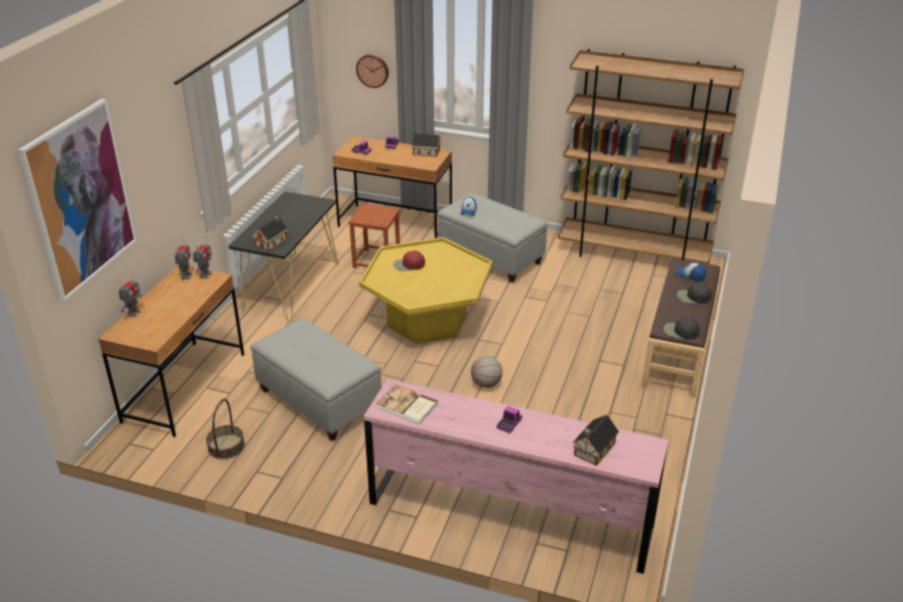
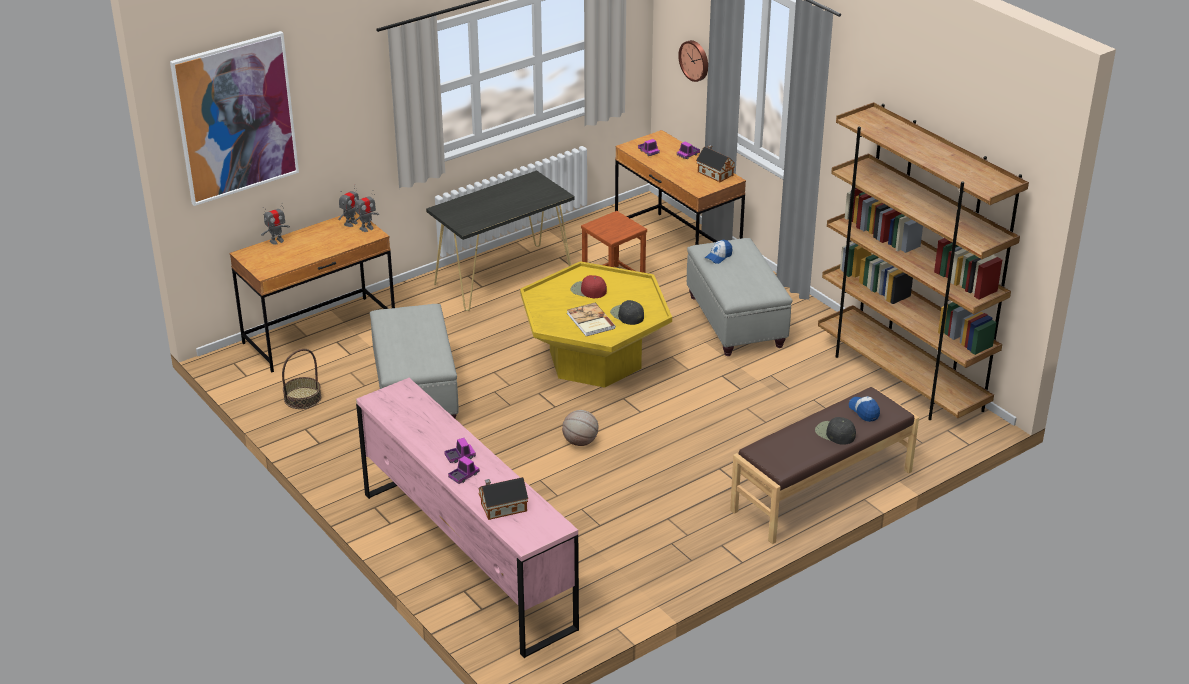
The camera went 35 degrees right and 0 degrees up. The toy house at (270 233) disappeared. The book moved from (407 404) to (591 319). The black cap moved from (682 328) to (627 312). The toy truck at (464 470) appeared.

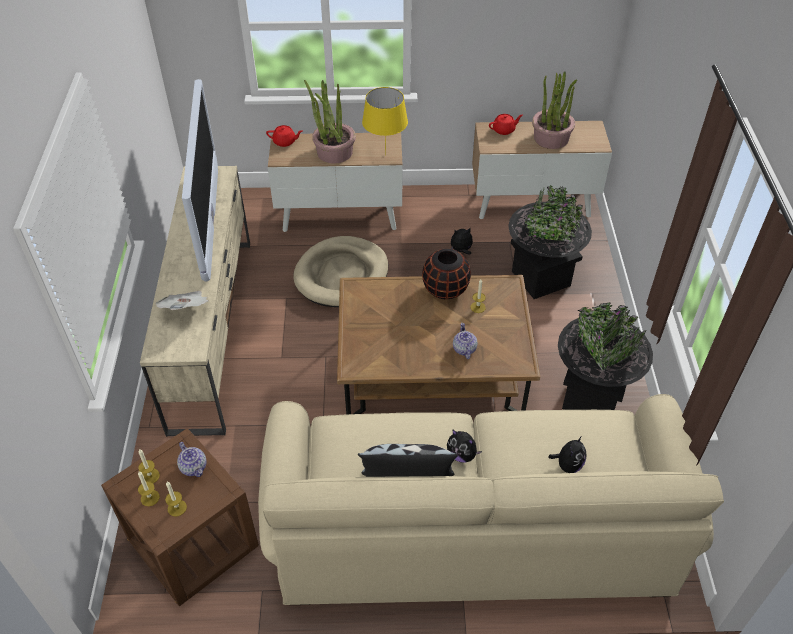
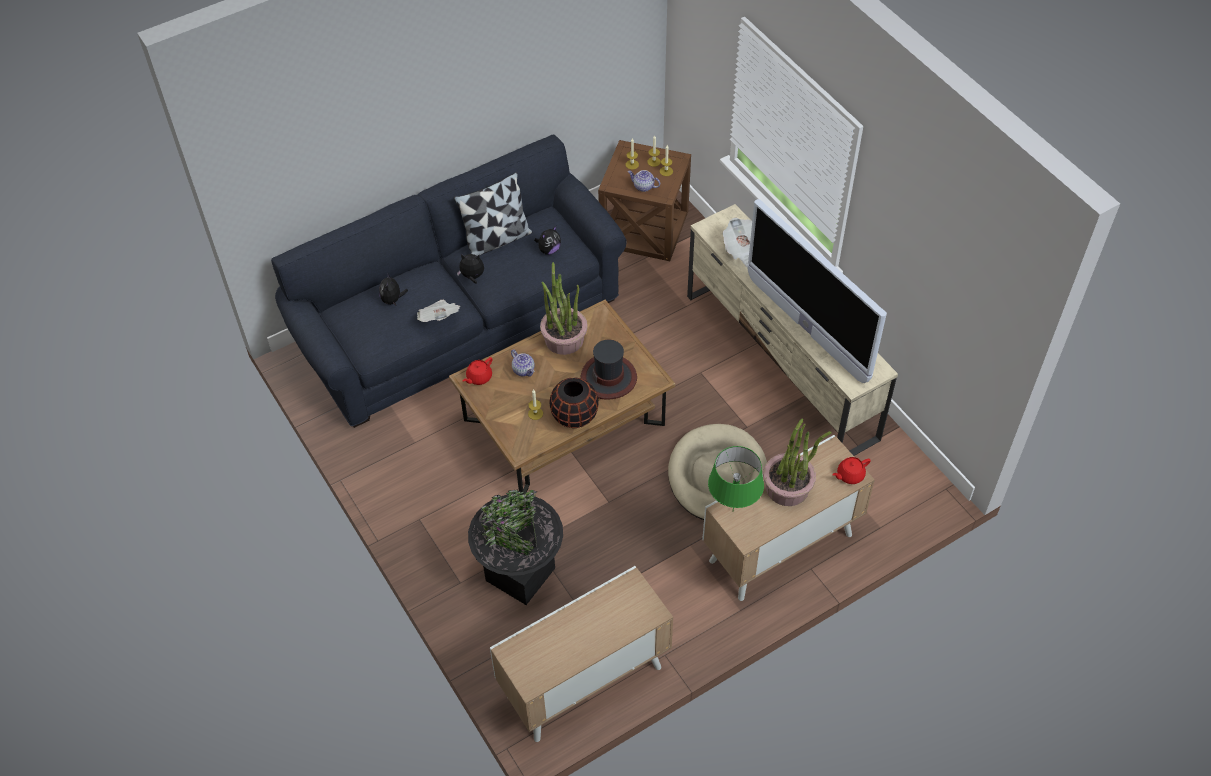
The camera went 150 degrees right and 5 degrees up. The beige sofa at (491 499) became the blue sofa at (449 281). The yellow table lamp at (385 121) became the green table lamp at (736 478). The plush toy moved from (462 241) to (547 240). The red teapot moved from (506 124) to (478 371). The potted plant moved from (554 110) to (564 308). The black planter at (605 356) disappeared. The newspaper at (438 311) appeared. The hat at (609 369) appeared.

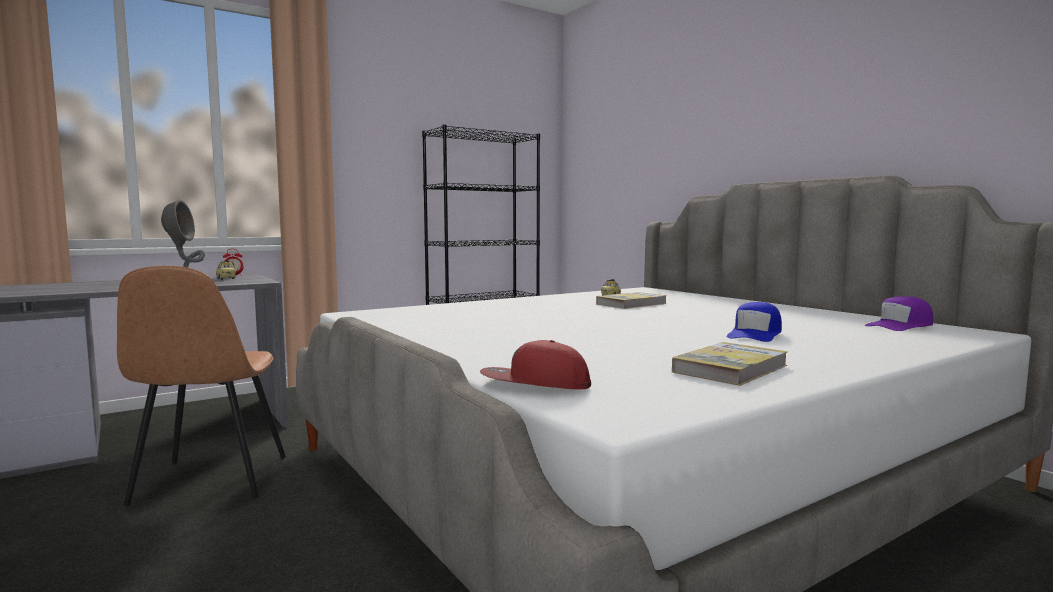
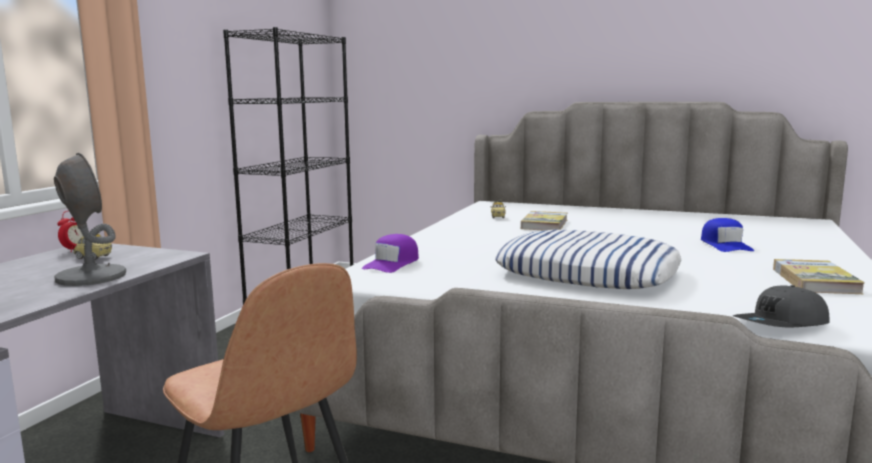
The camera went 35 degrees left and 5 degrees up. The red cap at (535 365) became the grey cap at (781 306). The purple cap moved from (898 313) to (390 253). The pillow at (588 259) appeared.

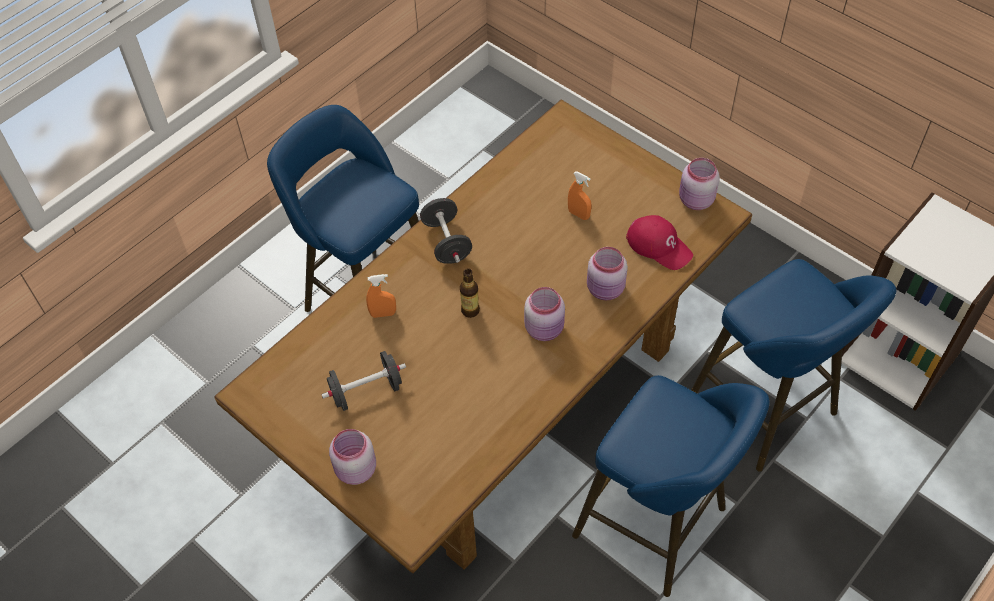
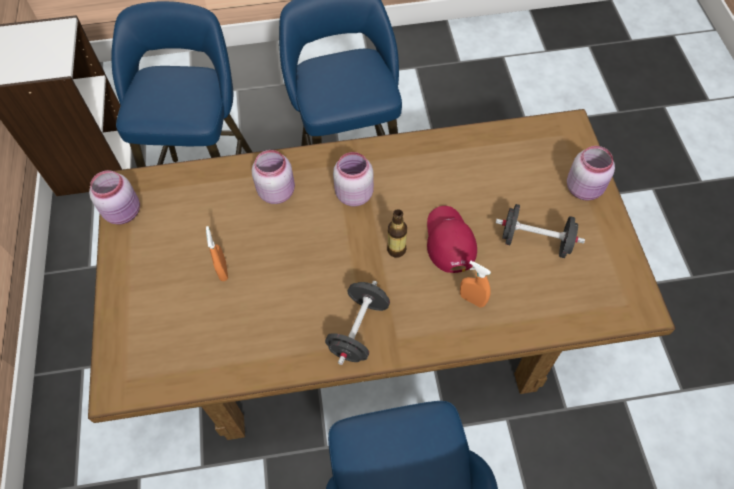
The camera went 140 degrees left and 5 degrees up. The red cap moved from (659 242) to (452 239).

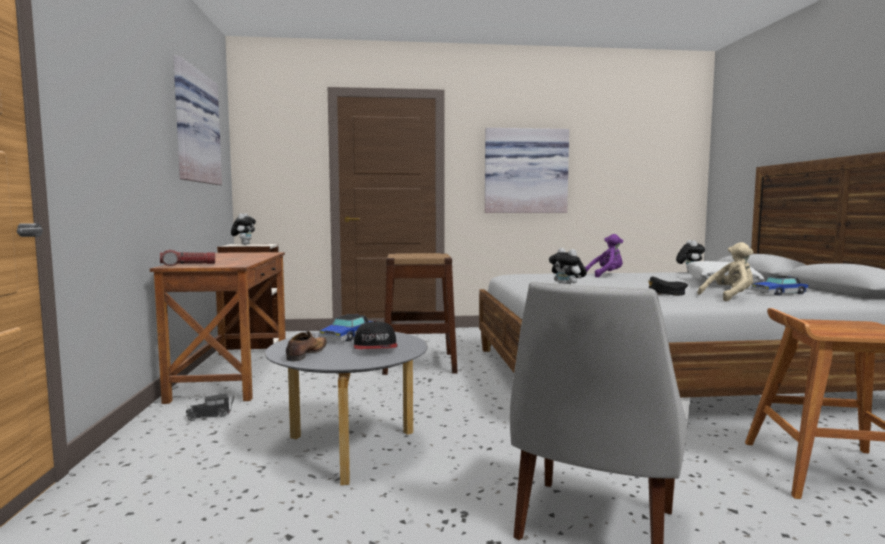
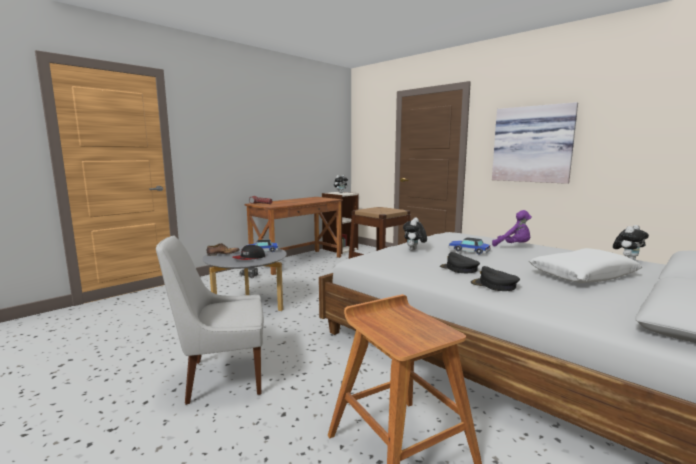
The camera went 50 degrees right and 5 degrees up. The picture at (197 120) disappeared. The beige plush toy at (725 272) was replaced by the black cap at (495 278). The toy car moved from (780 286) to (469 245).

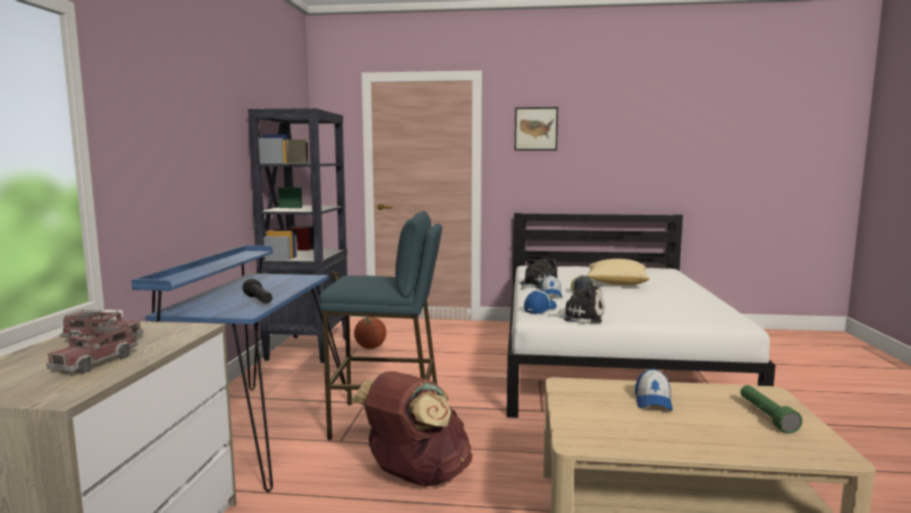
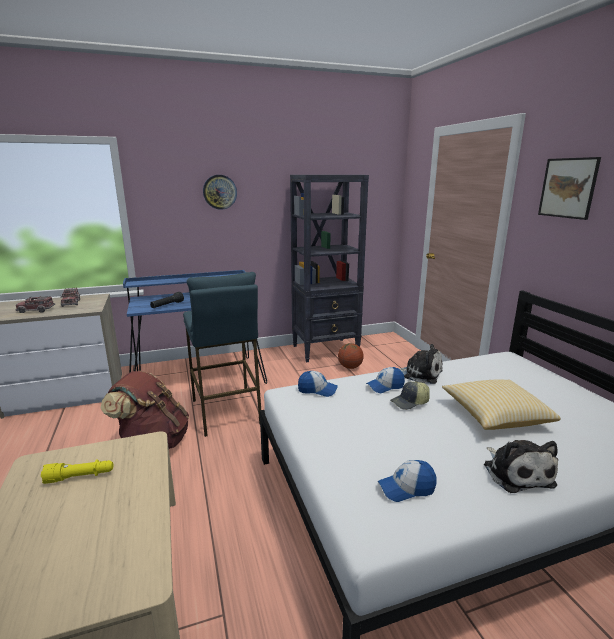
The camera went 65 degrees right and 10 degrees up. The plush toy moved from (576 304) to (521 466). The cap moved from (654 389) to (407 481). The green flashlight at (771 409) disappeared. The yellow flashlight at (77 471) appeared. The wall clock at (220 192) appeared.

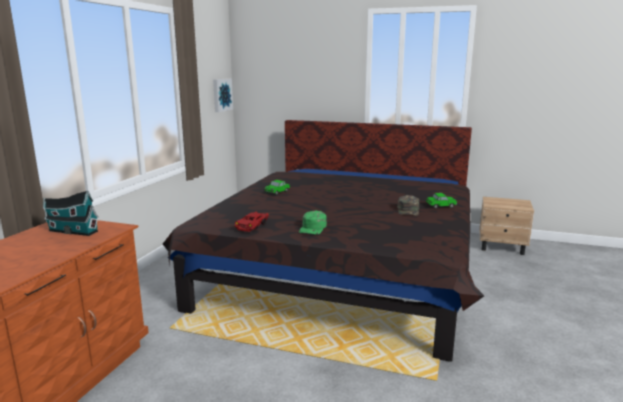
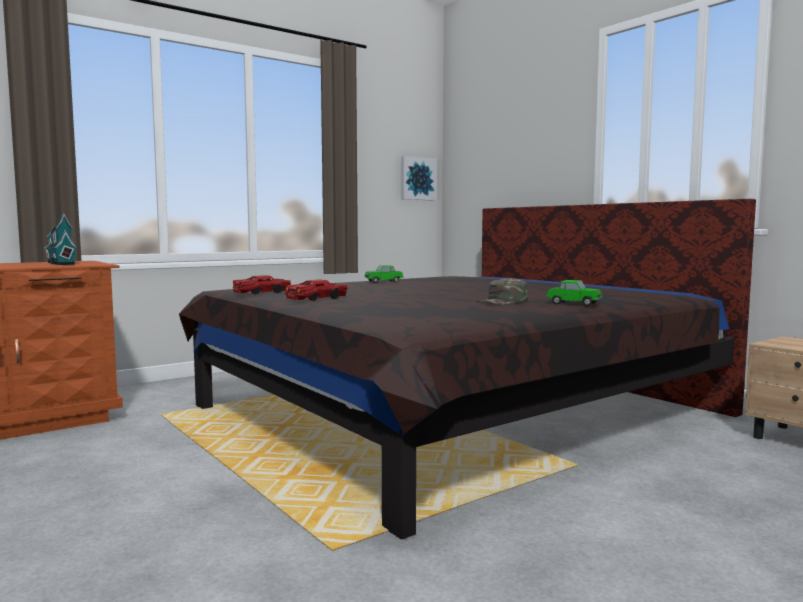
The camera went 35 degrees right and 10 degrees down. The green cap at (313 222) was replaced by the red toy car at (316 290).

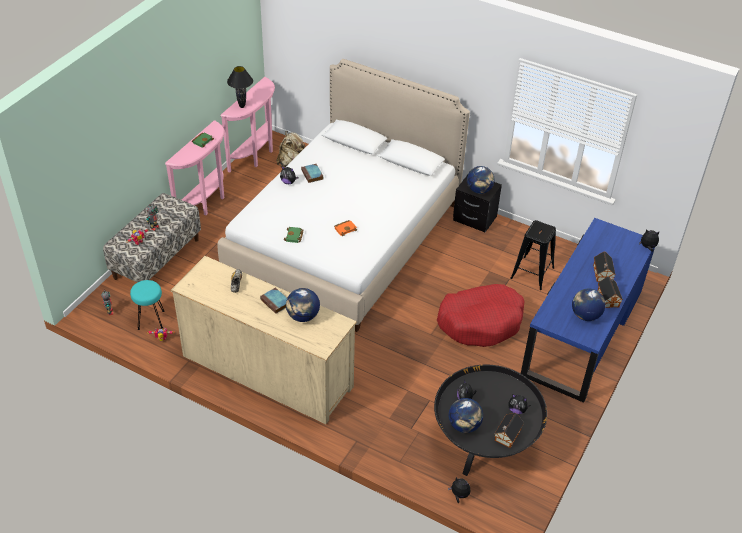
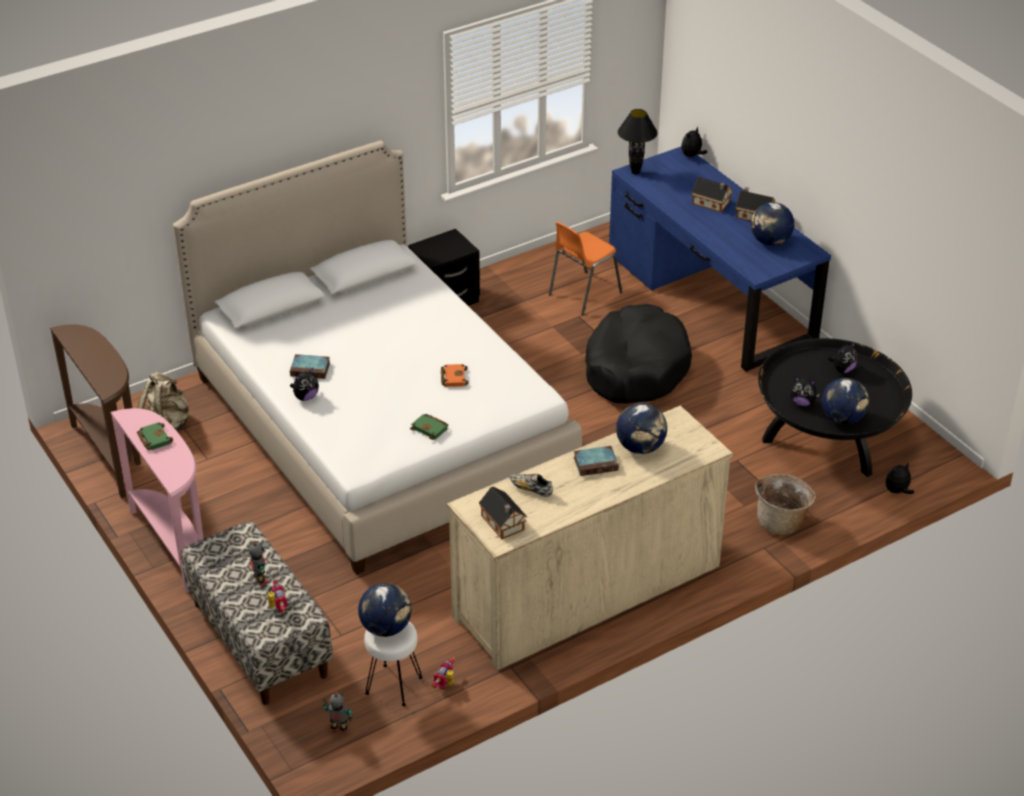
The camera went 60 degrees left and 5 degrees down. The turquoise stool at (147 305) became the white stool at (393 663). The pink console table at (248 125) became the brown console table at (95 412). The black table lamp moved from (240 87) to (638 141). The red dog bed at (480 315) became the black dog bed at (638 354). The globe moved from (481 180) to (385 610). The toy house moved from (509 430) to (503 513). The black stool at (533 255) was replaced by the orange chair at (585 268). The basket at (785 504) appeared.

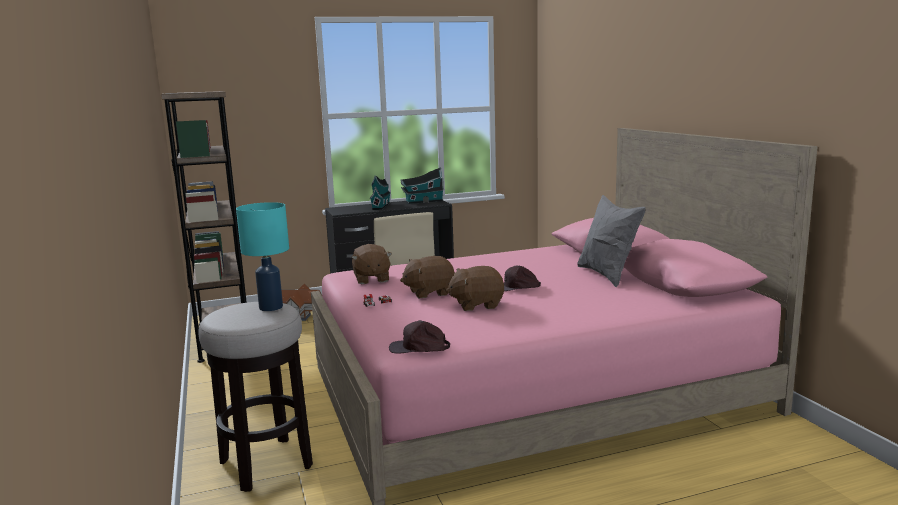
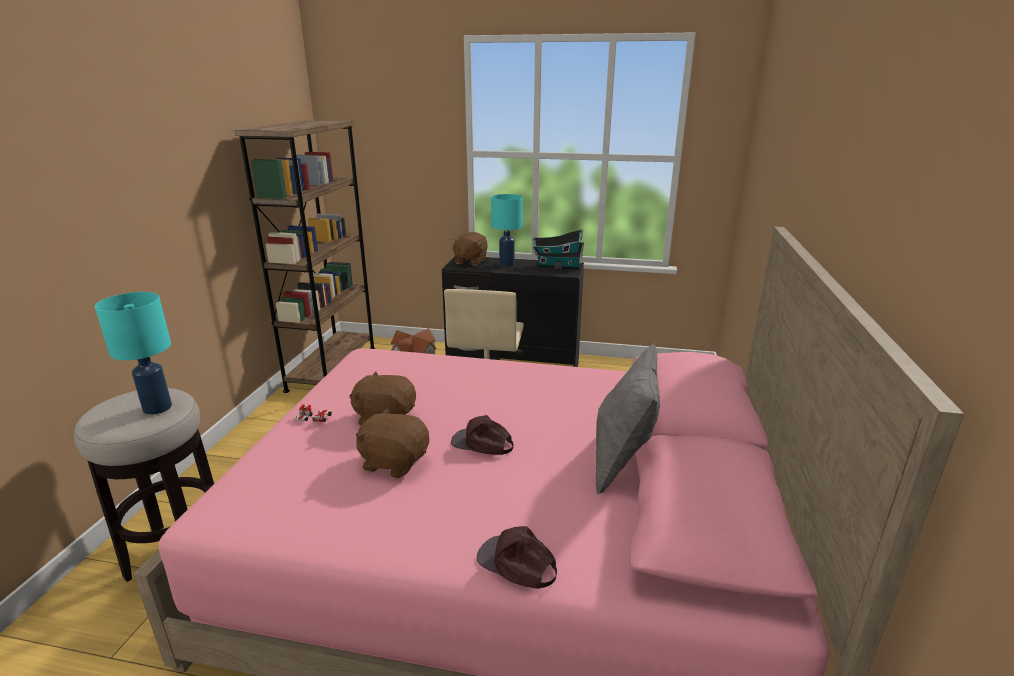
The camera went 30 degrees right and 10 degrees up. The brown plush toy moved from (371 264) to (469 249). The toy house at (380 192) was replaced by the turquoise table lamp at (507 230). The brown cap moved from (419 337) to (517 557).

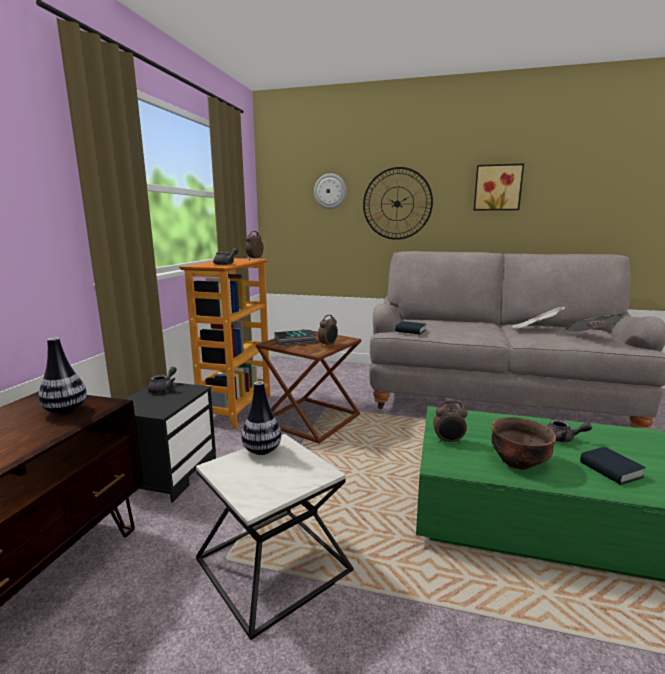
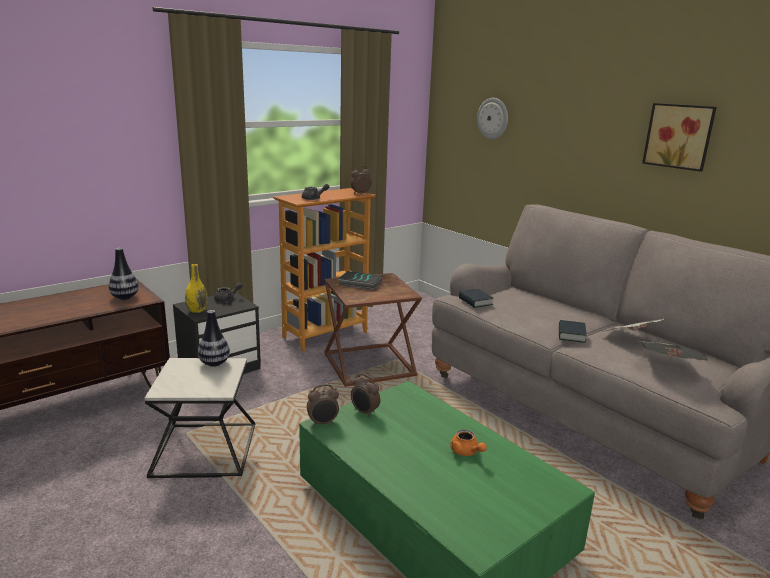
The camera went 35 degrees right and 5 degrees up. The alarm clock moved from (328 331) to (323 405). The wall clock at (398 203) disappeared. The brown bowl at (523 443) disappeared. The grey teapot at (569 430) became the orange teapot at (468 443). The book moved from (613 466) to (573 331). The yellow vase at (196 288) appeared.

